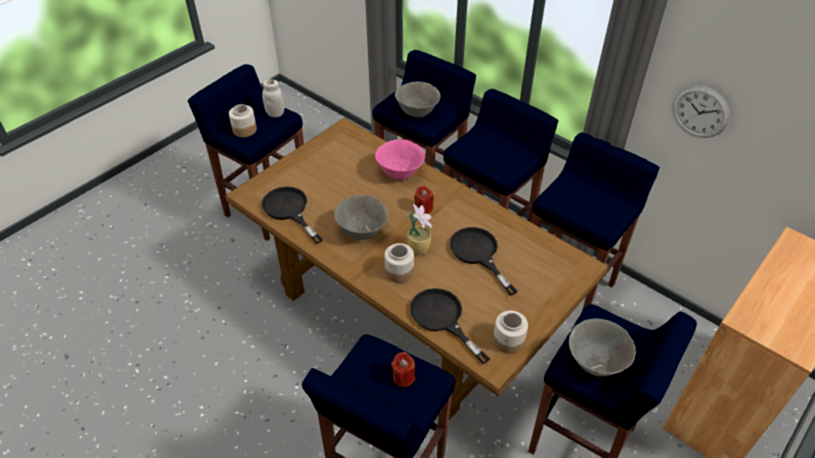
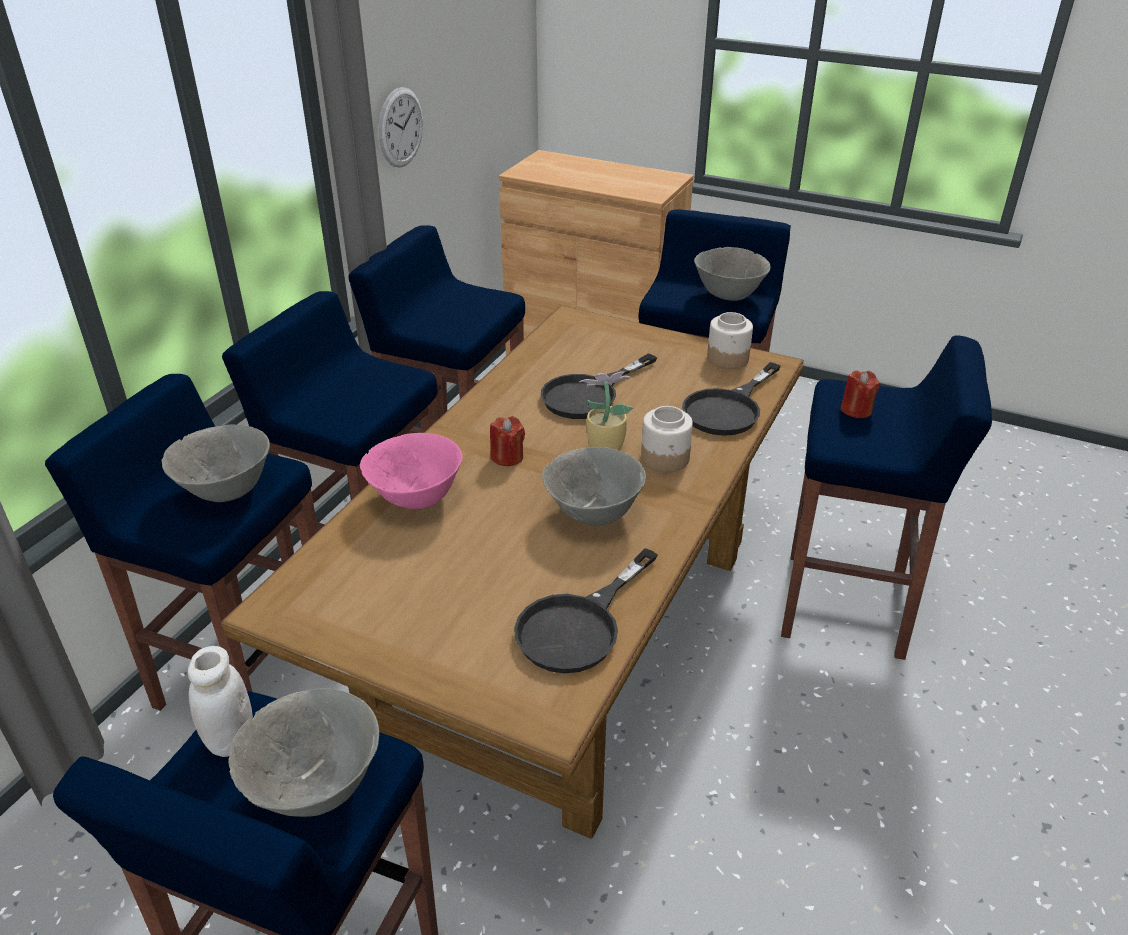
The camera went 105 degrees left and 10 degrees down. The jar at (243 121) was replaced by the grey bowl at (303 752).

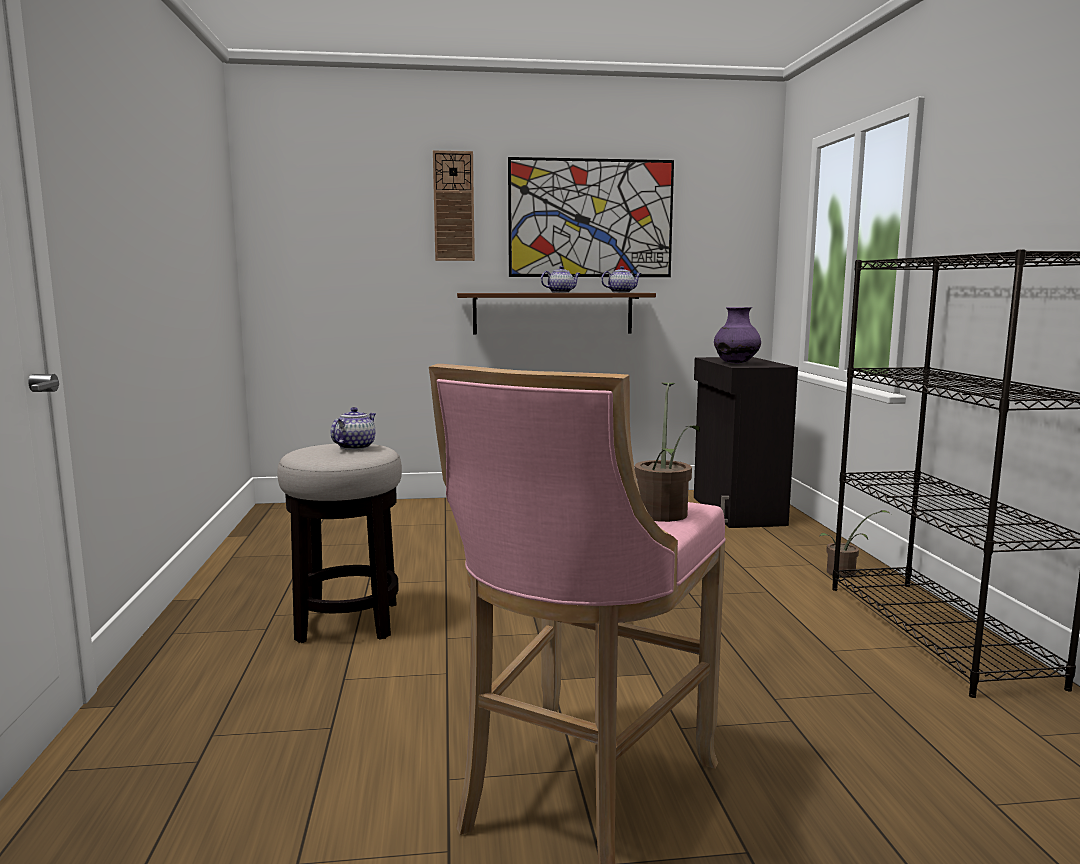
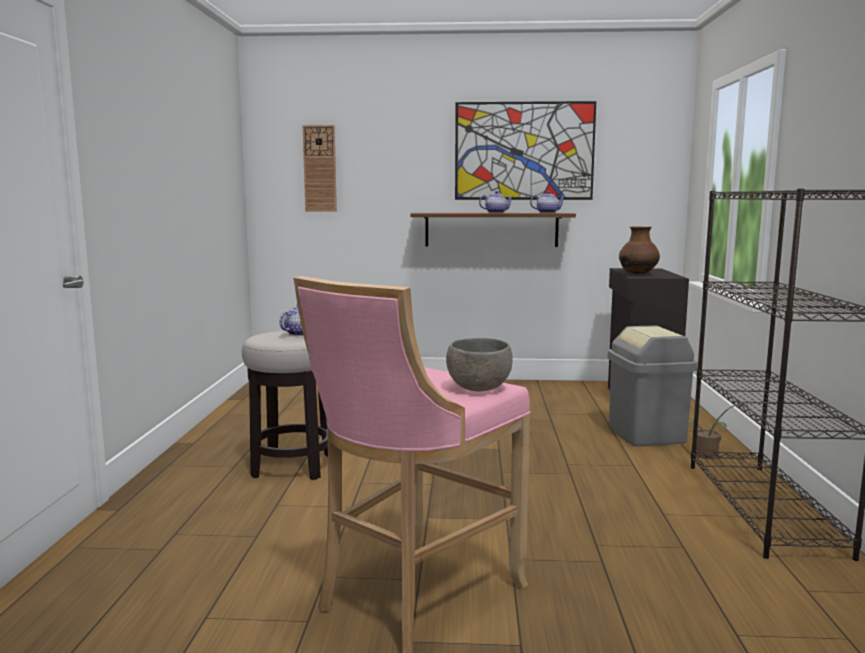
The camera went 10 degrees right and 0 degrees up. The wall clock moved from (454 205) to (320 168). The potted plant at (667 452) was replaced by the grey bowl at (479 365). The purple vase at (737 335) became the brown vase at (639 251). The grey trash can at (652 386) appeared.

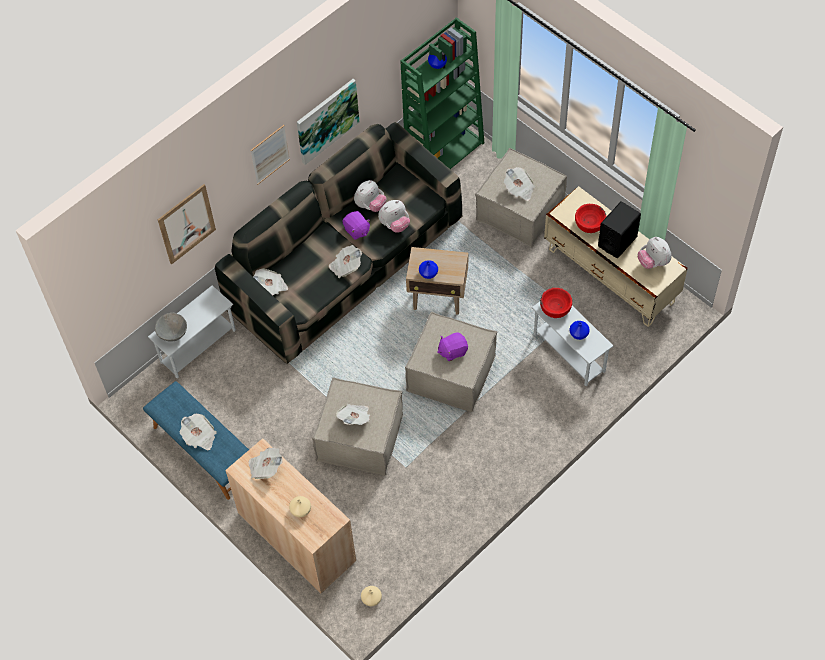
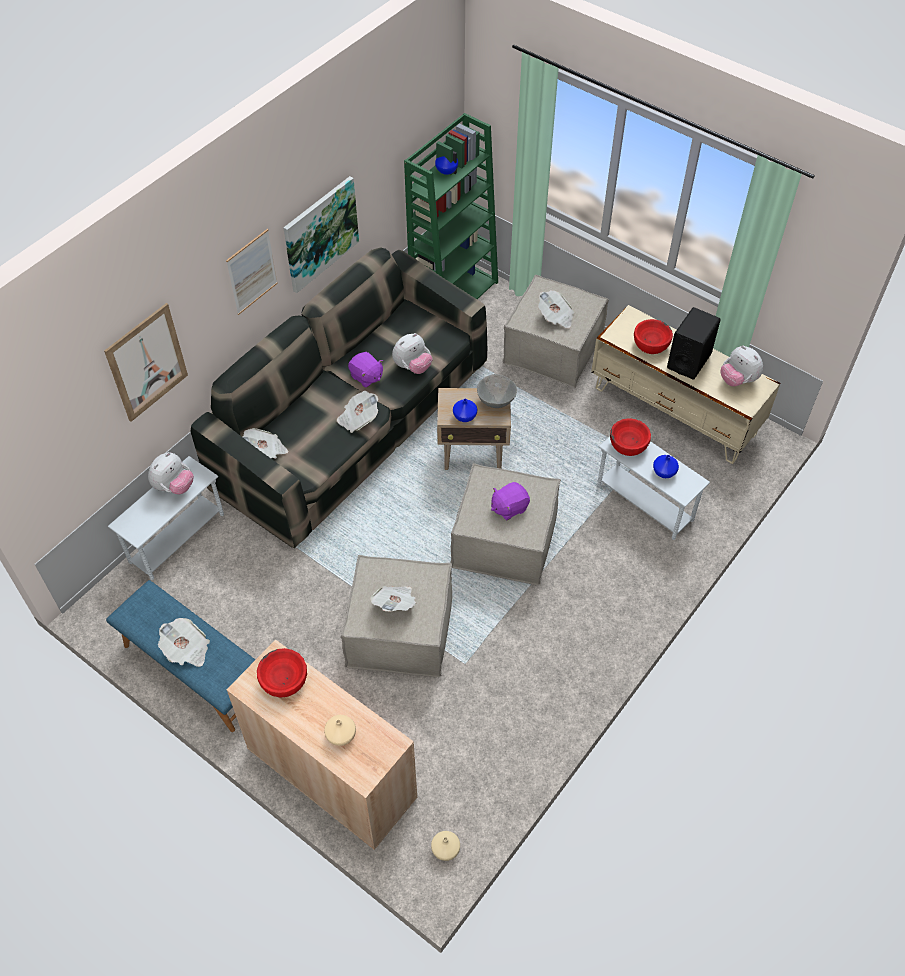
The camera went 10 degrees left and 5 degrees down. The grey bowl moved from (171 327) to (497 391). The newspaper at (265 463) was replaced by the red bowl at (282 673). The plush toy moved from (370 196) to (171 473).

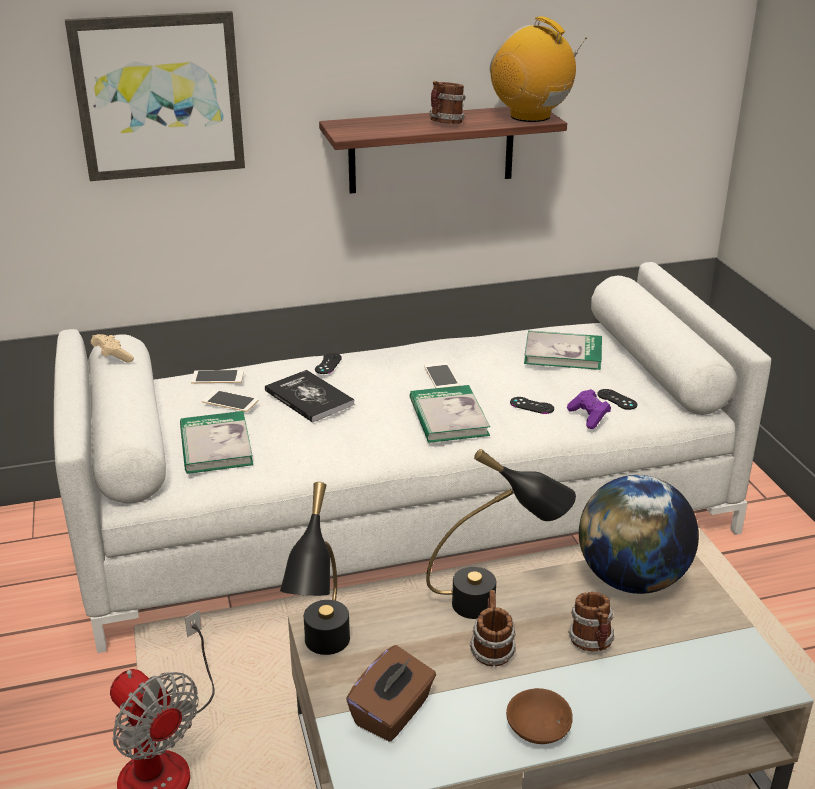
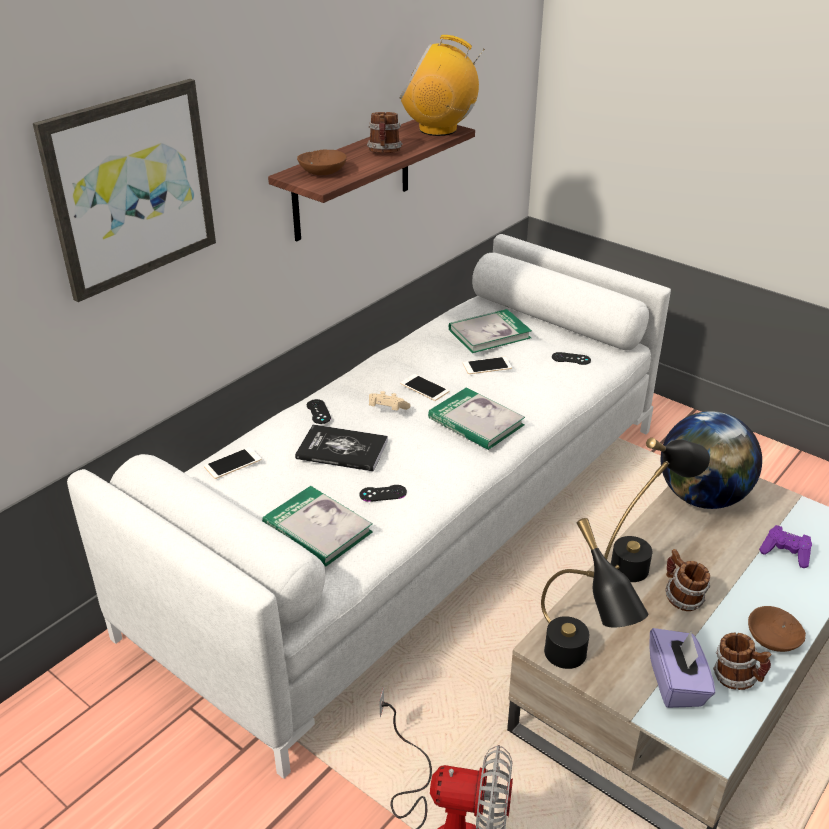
The camera went 35 degrees left and 5 degrees up. The beige game controller moved from (112 348) to (390 400). The phone moved from (230 401) to (487 365). The brown tissue box at (391 693) became the purple tissue box at (682 668). The black game controller moved from (532 405) to (383 493). The purple game controller moved from (589 409) to (785 546). The mug moved from (591 621) to (742 661). The brown bowl at (322 162) appeared.

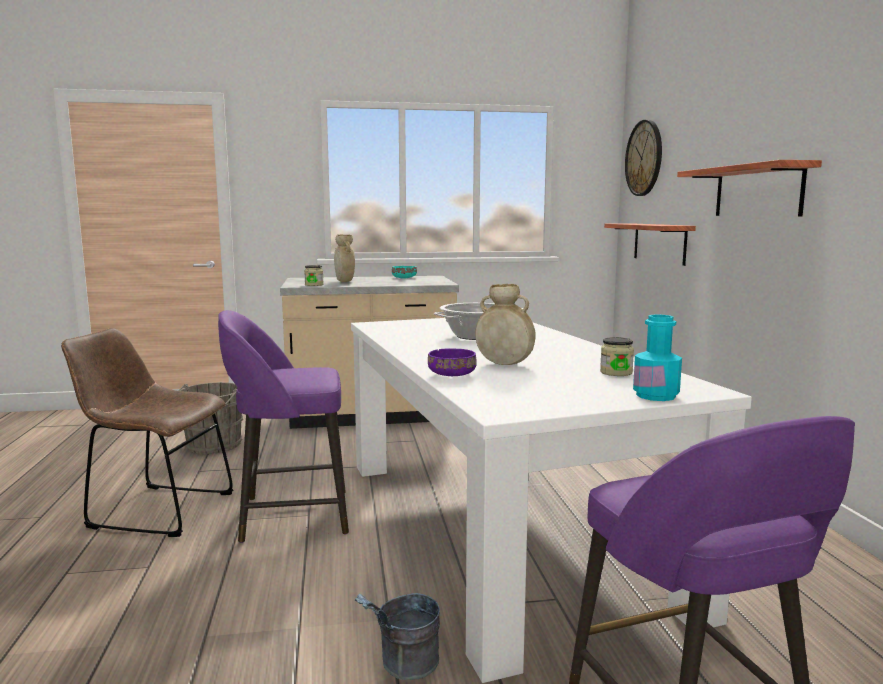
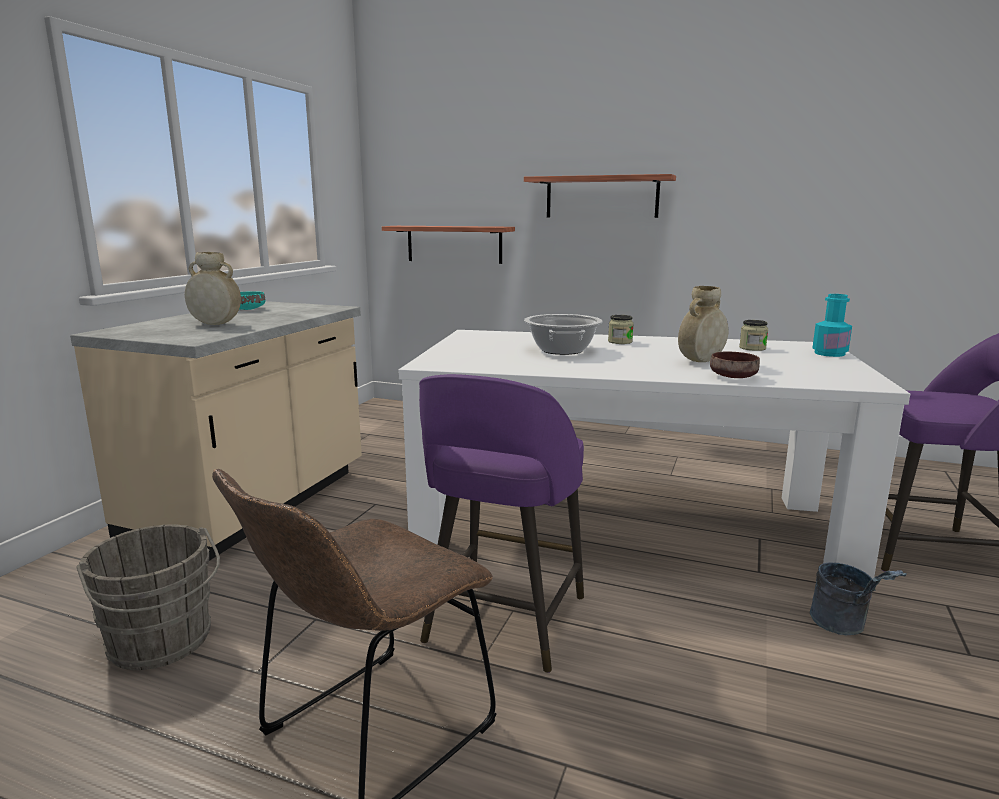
The camera went 60 degrees left and 5 degrees up. The jar moved from (314 275) to (621 329). The purple bowl at (452 362) became the brown bowl at (735 364). The wall clock at (643 158) disappeared.

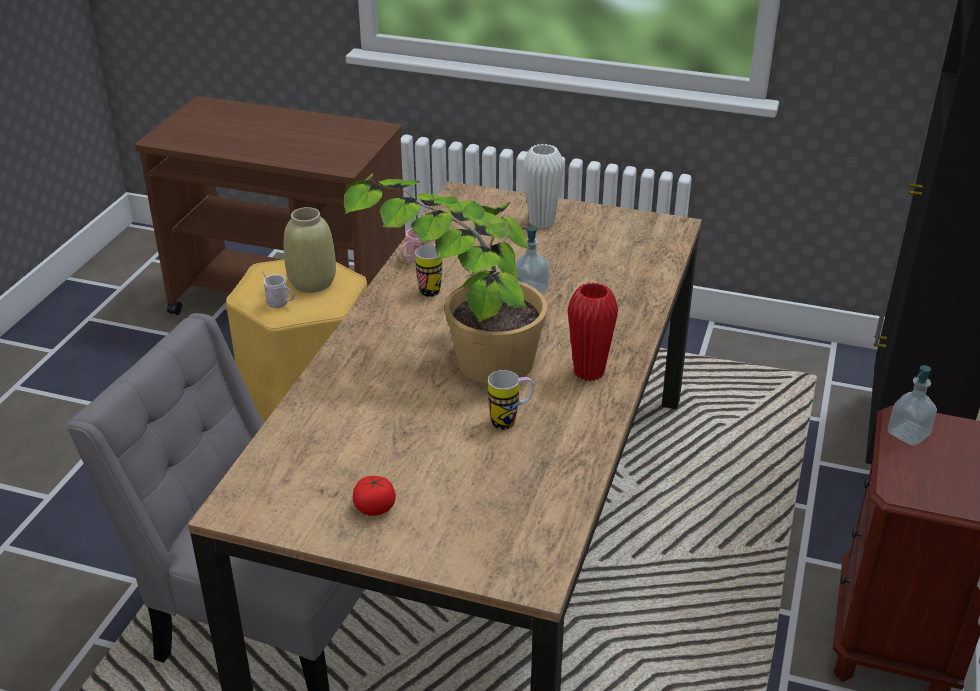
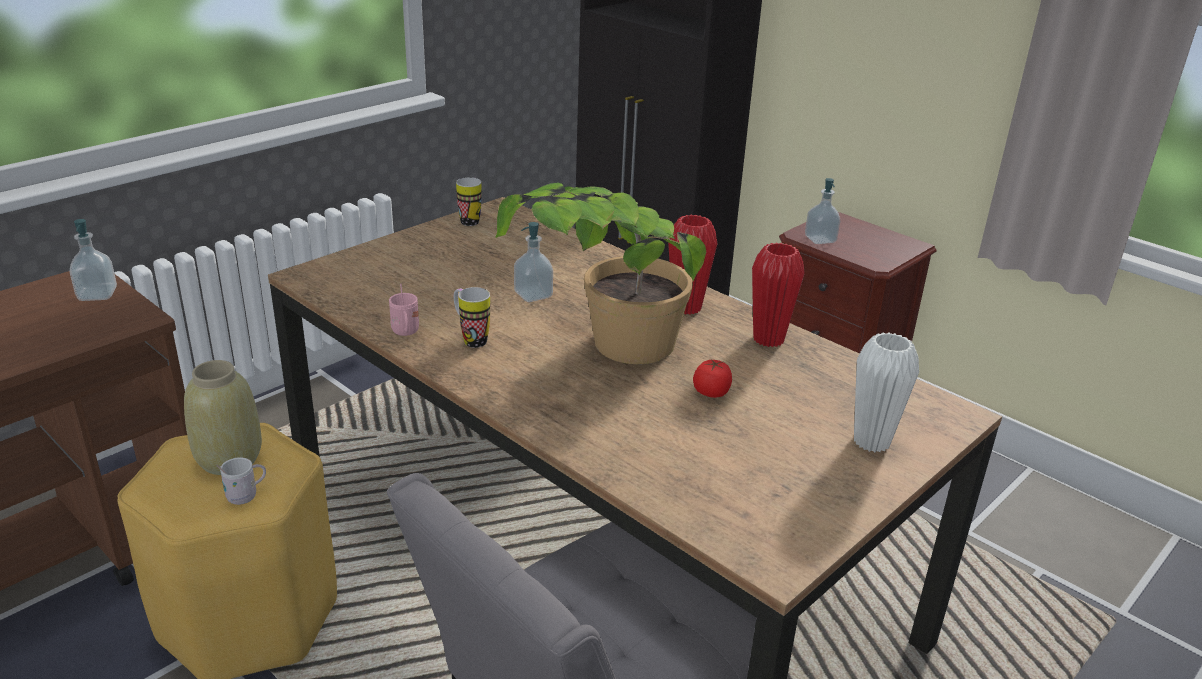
The camera went 65 degrees left and 5 degrees down. The tomato moved from (374 496) to (712 378). The mug moved from (511 400) to (469 201). The white vase moved from (543 186) to (886 392). The soap dispenser at (93 260) appeared. The red vase at (778 295) appeared.

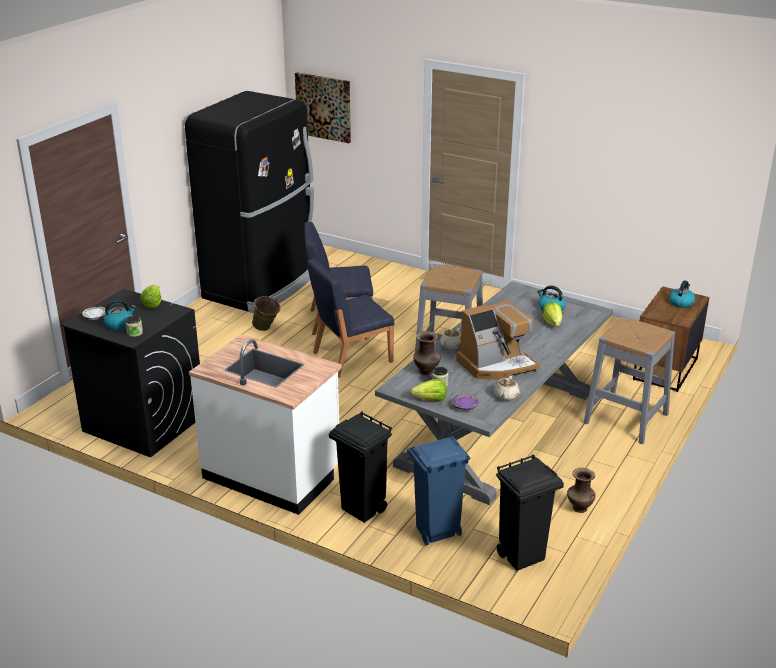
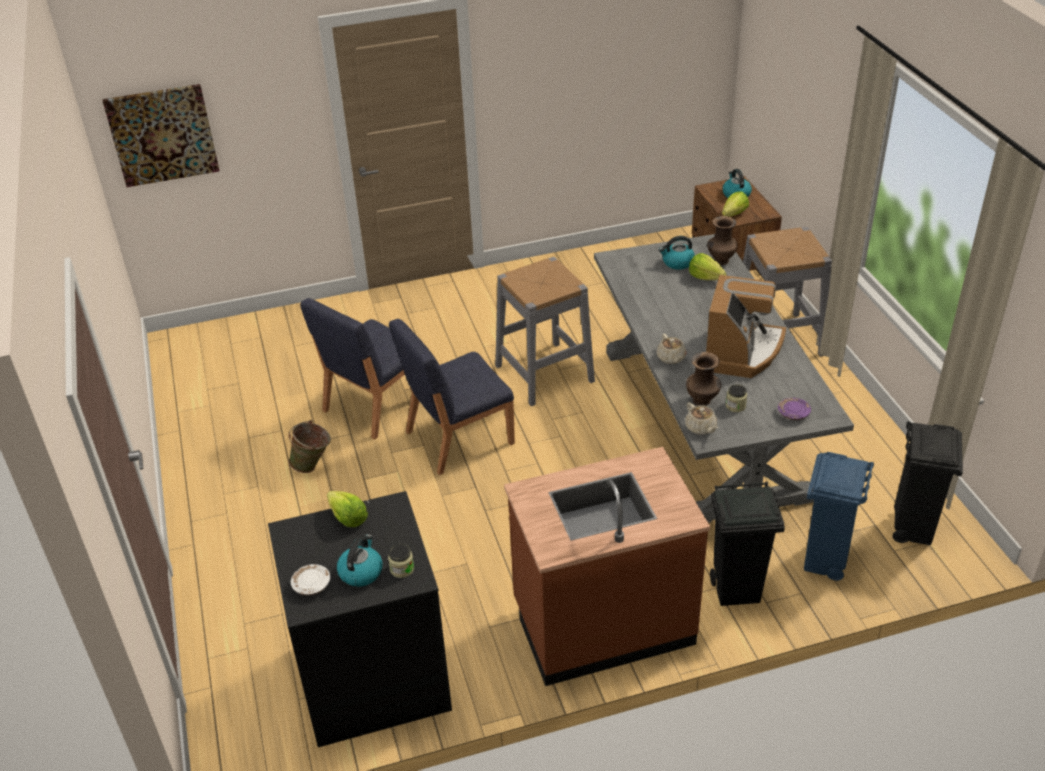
The camera went 45 degrees left and 10 degrees up. The black fridge at (249 202) disappeared. The white counter at (265 424) became the brown counter at (607 566). The blue chair at (351 318) turned 45 degrees clockwise. The lettuce moved from (429 390) to (735 204). The beige teapot moved from (506 388) to (702 418). The brown vase moved from (581 490) to (722 240).

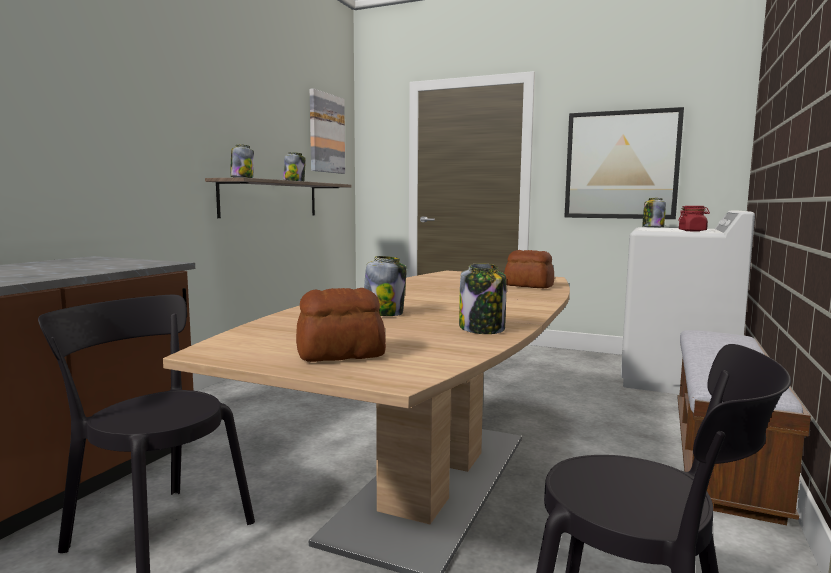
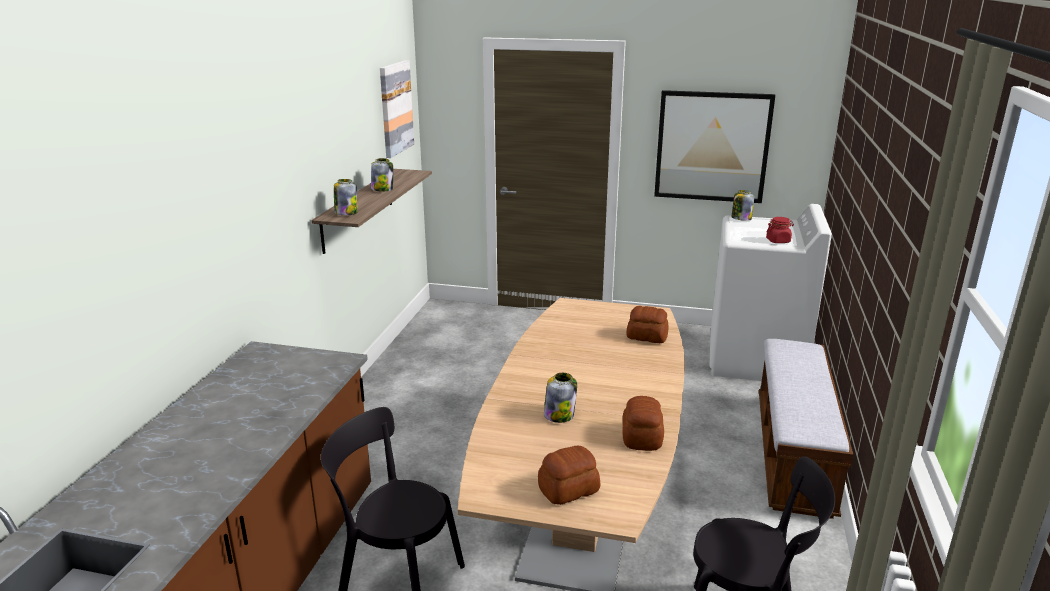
The camera went 10 degrees left and 15 degrees up. The jar at (483 298) was replaced by the bread at (643 423).

